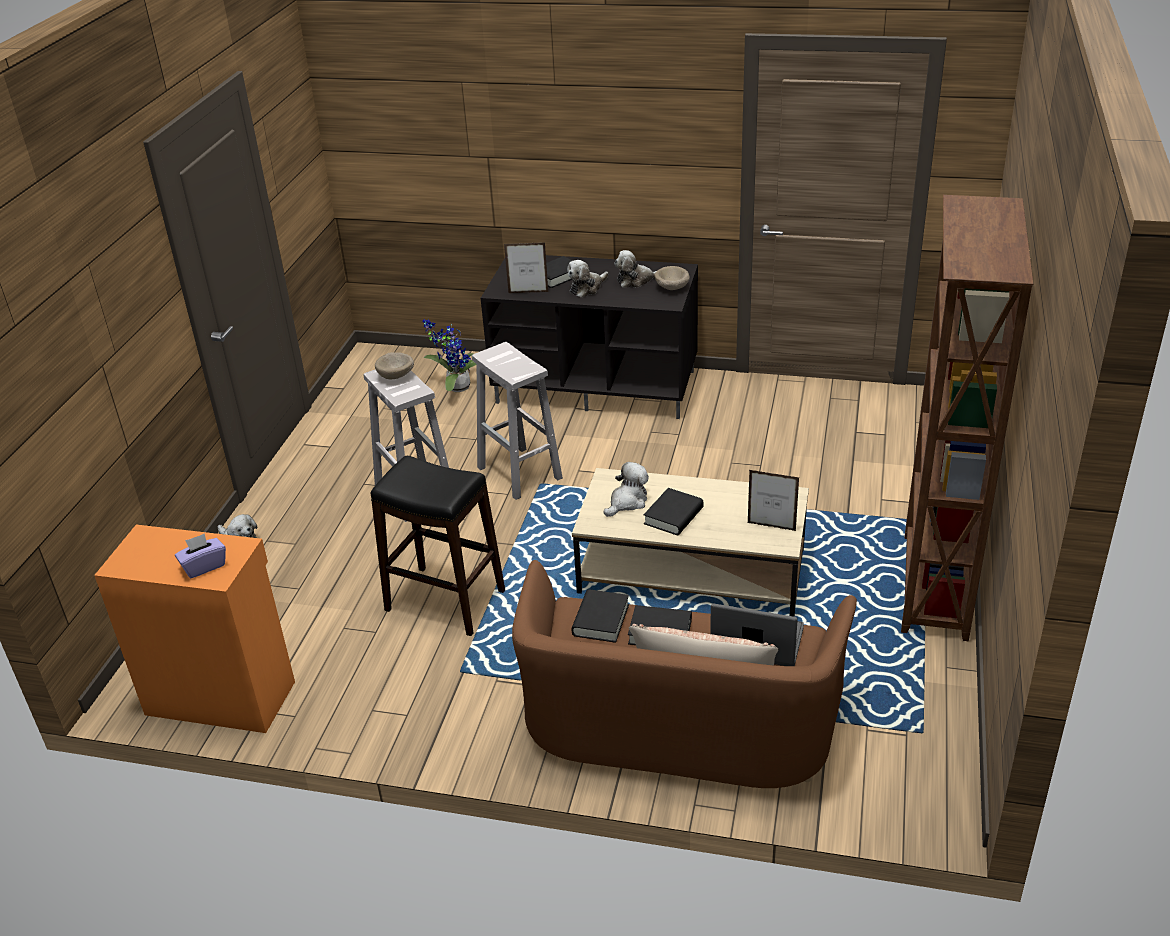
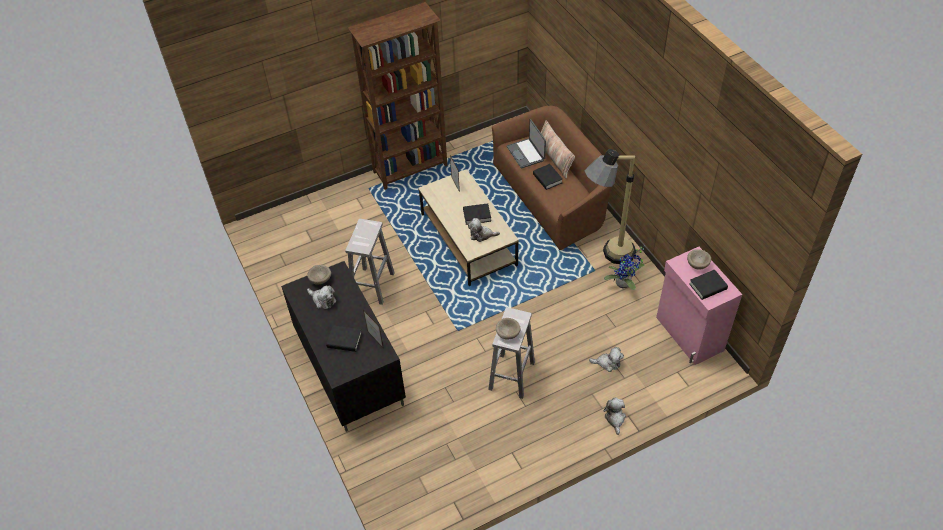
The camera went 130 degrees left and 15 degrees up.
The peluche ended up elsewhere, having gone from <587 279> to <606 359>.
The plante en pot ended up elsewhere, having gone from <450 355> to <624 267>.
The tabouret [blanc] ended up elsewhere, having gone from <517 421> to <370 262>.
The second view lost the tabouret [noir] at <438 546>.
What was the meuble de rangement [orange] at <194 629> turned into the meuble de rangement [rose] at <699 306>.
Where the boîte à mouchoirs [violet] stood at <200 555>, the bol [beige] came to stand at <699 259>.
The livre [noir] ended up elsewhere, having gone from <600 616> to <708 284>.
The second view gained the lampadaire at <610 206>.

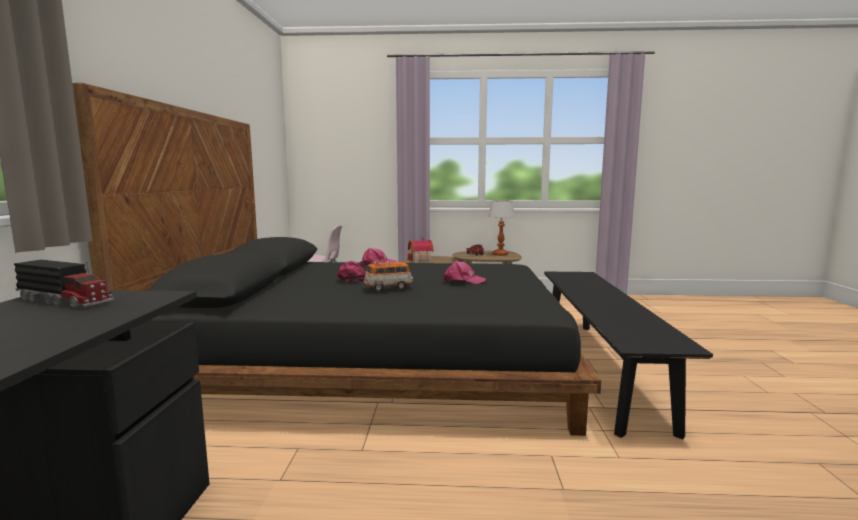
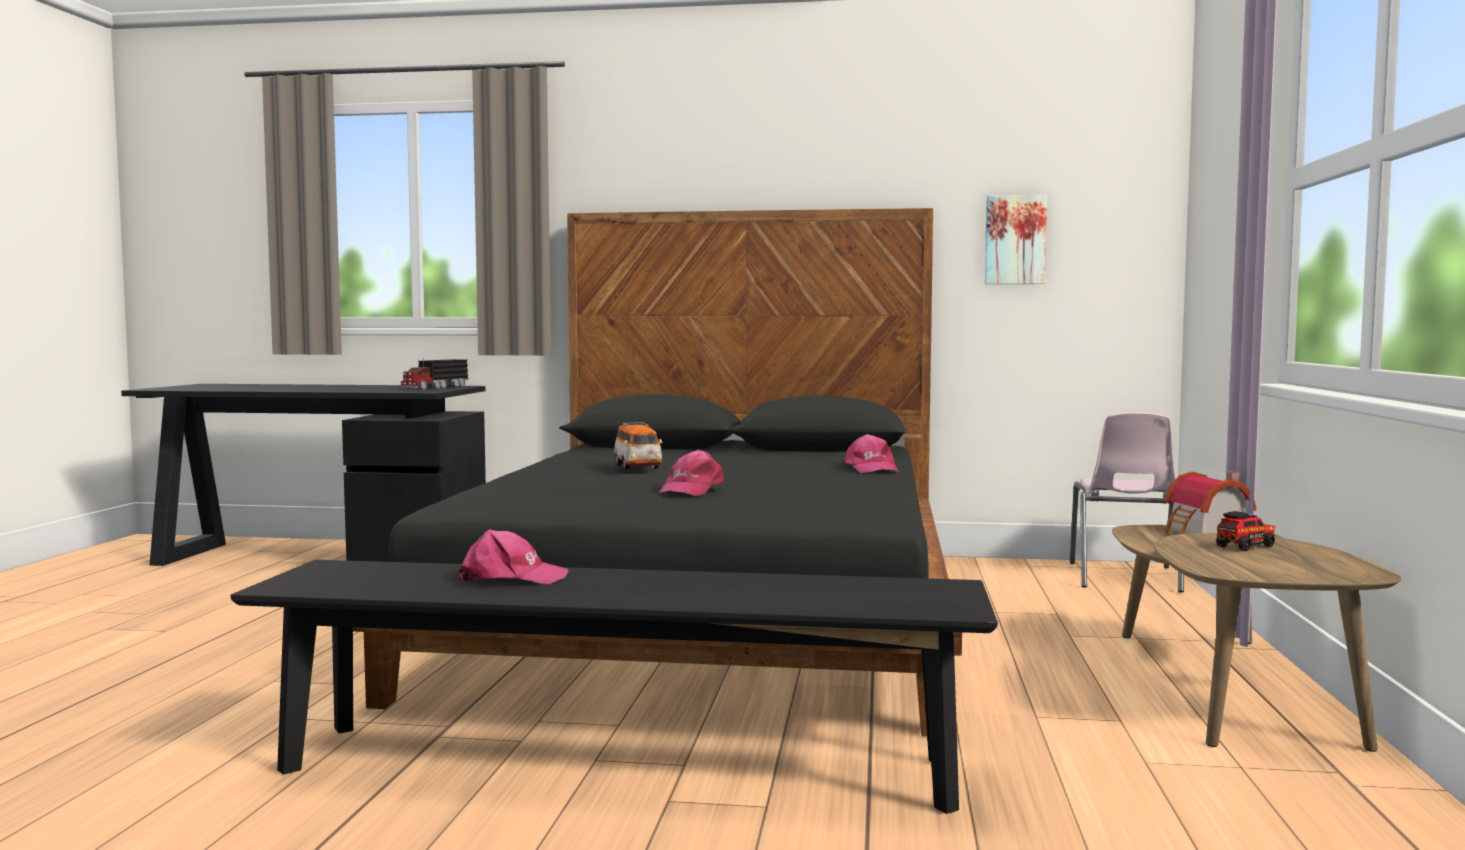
The camera went 95 degrees right and 5 degrees down.
The second view lost the lampe de table at <501 228>.
The casquette [rose] ended up elsewhere, having gone from <350 271> to <513 556>.
The second view gained the tableau at <1016 239>.

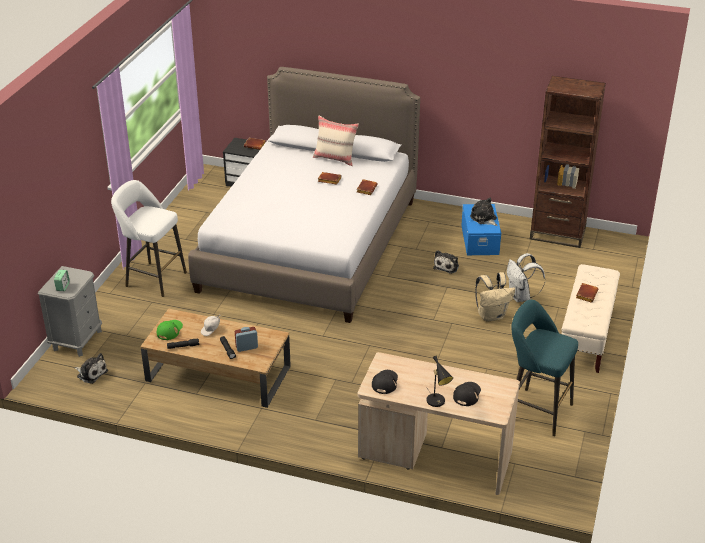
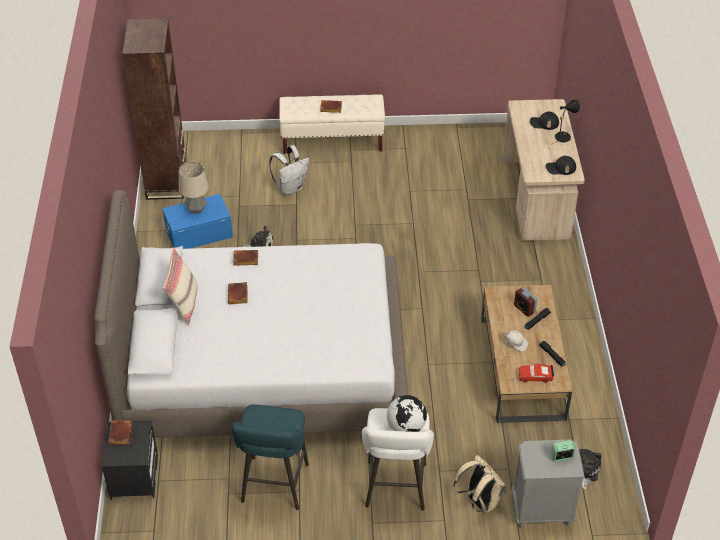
The camera went 110 degrees left and 10 degrees up.
Where the peluche stood at <484 212>, the lampe de table came to stand at <194 187>.
The sac à dos [beige] ended up elsewhere, having gone from <495 297> to <480 484>.
The tabouret [turquoise] ended up elsewhere, having gone from <544 368> to <270 457>.
Where the casquette [vert] stood at <170 330>, the petite voiture [rouge] came to stand at <536 373>.
The second view gained the globe at <407 413>.

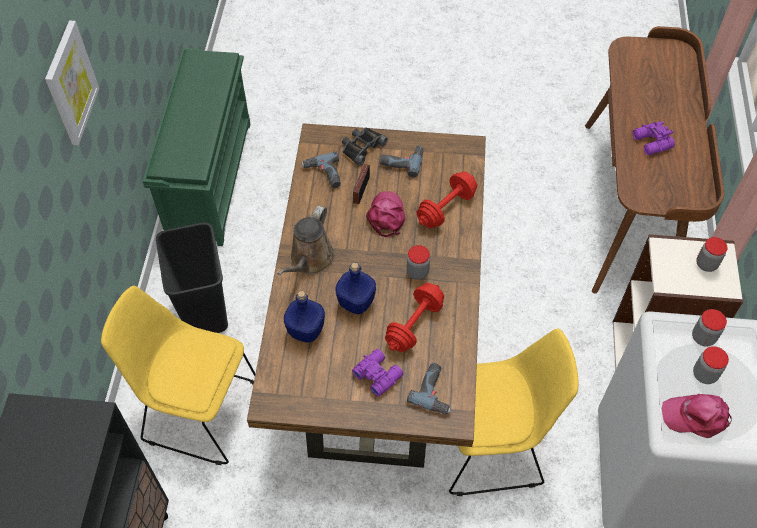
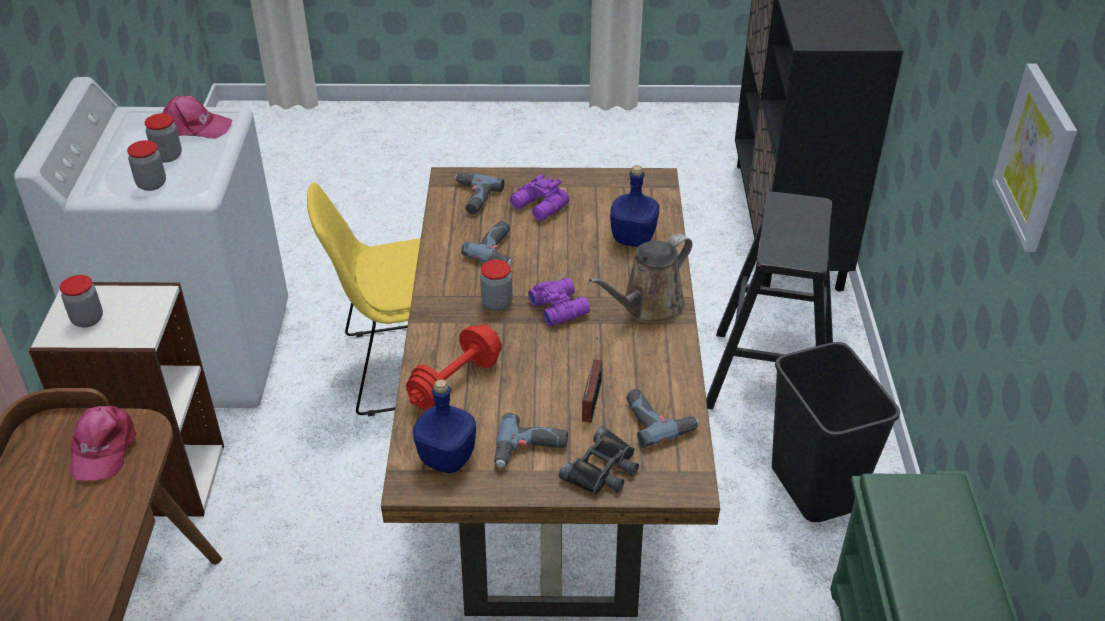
The camera went 175 degrees right and 15 degrees down.
The jumelles [violet] ended up elsewhere, having gone from <654 138> to <559 302>.
The casquette [rose] ended up elsewhere, having gone from <385 214> to <103 443>.
The arrosoir [marron] at <306 240> ended up facing another way, 150 degrees counterclockwise from before.
The bouteille [bleu] ended up elsewhere, having gone from <355 288> to <444 426>.
Where the haltère [rouge] stood at <414 317>, the perceuse came to stand at <486 243>.
Where the chaise [jaune] stood at <178 375>, the tabouret [noir] came to stand at <769 300>.

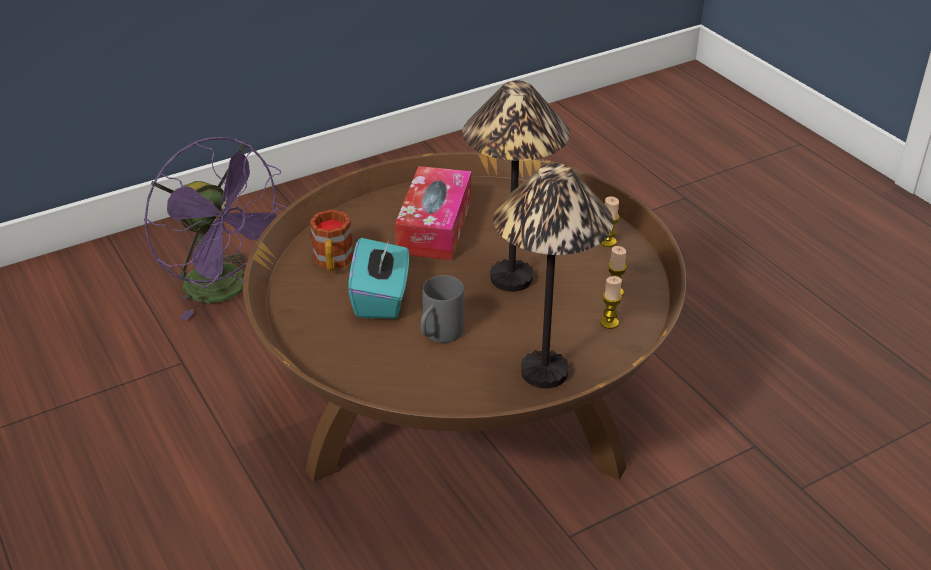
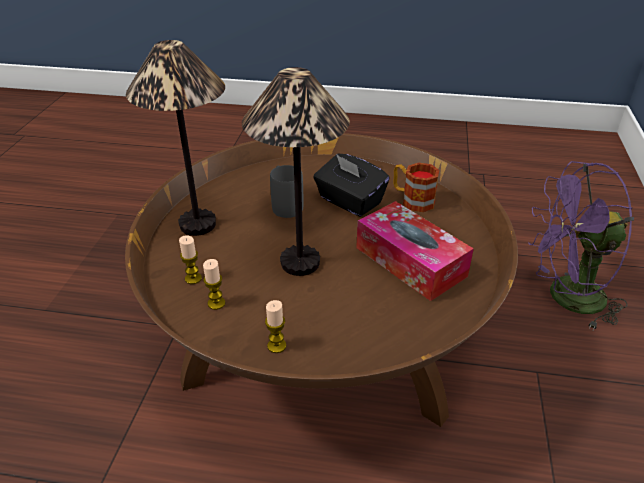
The camera went 130 degrees right and 0 degrees up.
What was the boîte à mouchoirs [turquoise] at <378 278> turned into the boîte à mouchoirs [noir] at <351 185>.

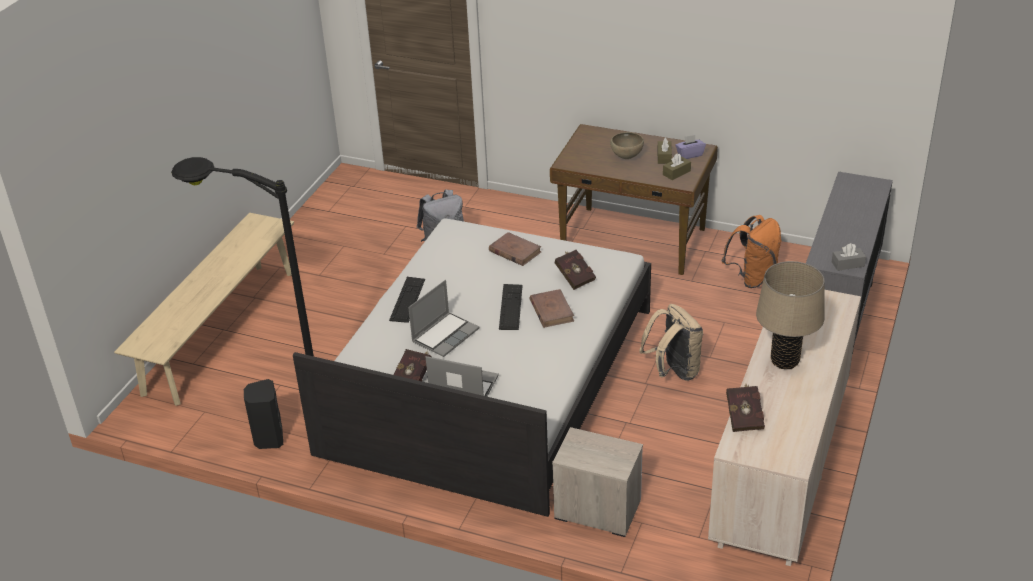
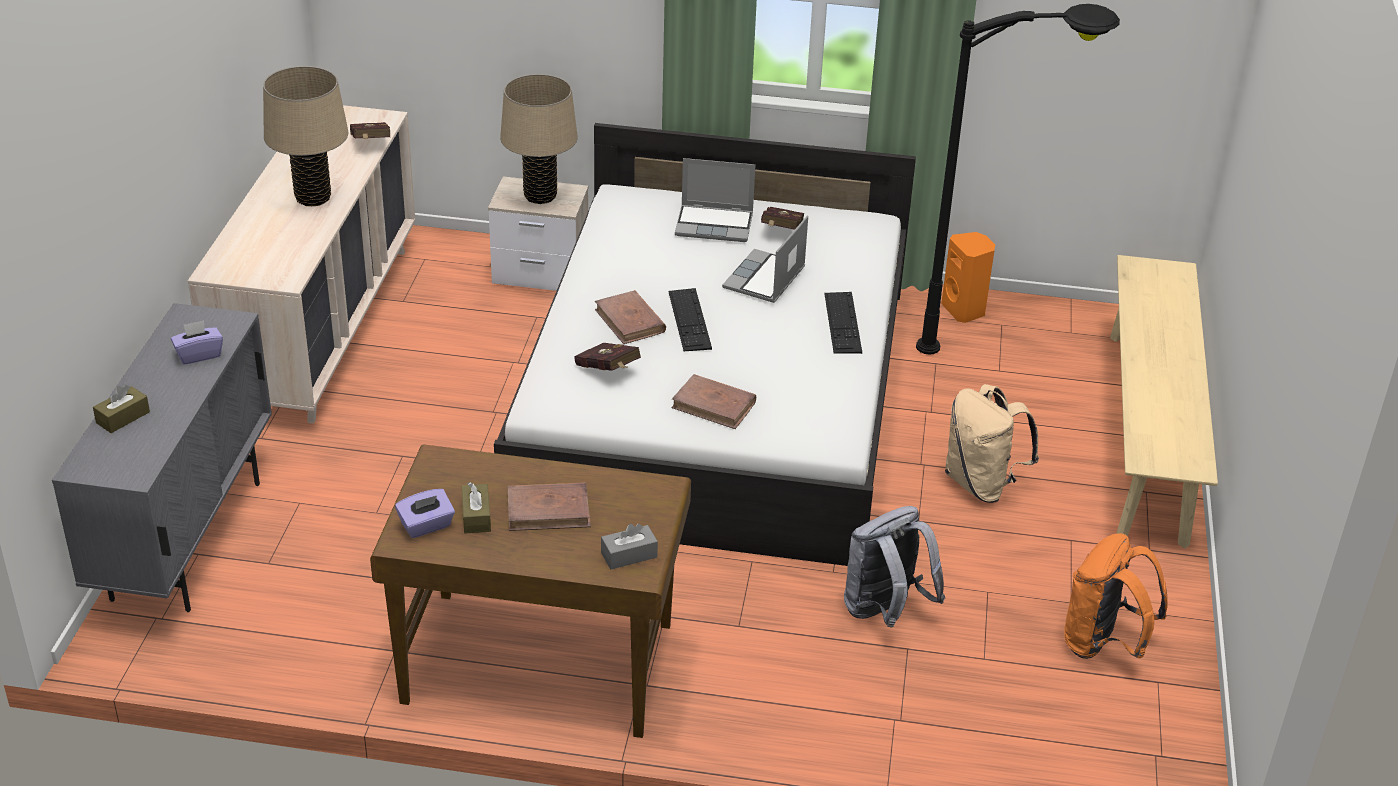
The camera went 165 degrees right and 0 degrees up.
Where the bol [marron] stood at <627 145>, the livre [marron] came to stand at <549 506>.
The boîte à mouchoirs [marron] ended up elsewhere, having gone from <677 166> to <121 408>.
The sac à dos [orange] ended up elsewhere, having gone from <751 251> to <1116 596>.
The boîte à mouchoirs [gris] ended up elsewhere, having gone from <849 257> to <629 547>.
The sac à dos [beige] ended up elsewhere, having gone from <671 342> to <992 443>.
What was the enceinte [noir] at <263 414> turned into the enceinte [orange] at <968 277>.
The second view gained the lampe de table [beige] at <539 139>.
The second view gained the boîte à mouchoirs [violet] at <197 342>.

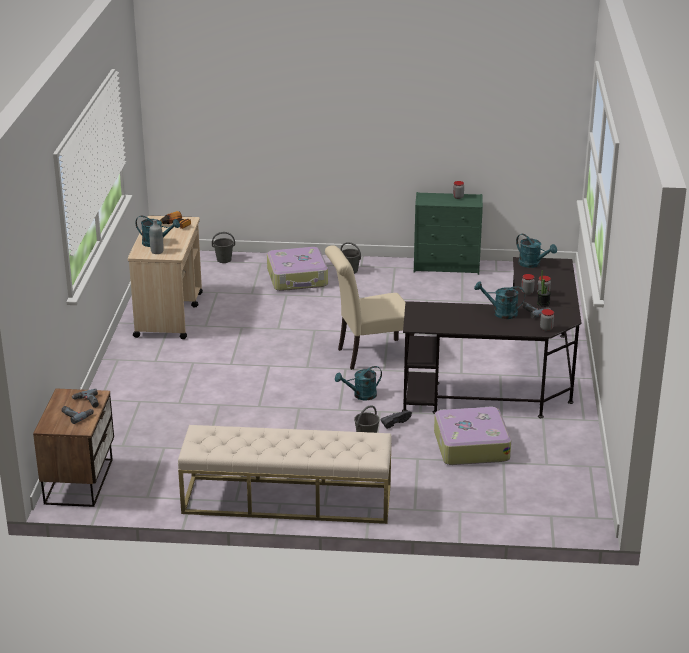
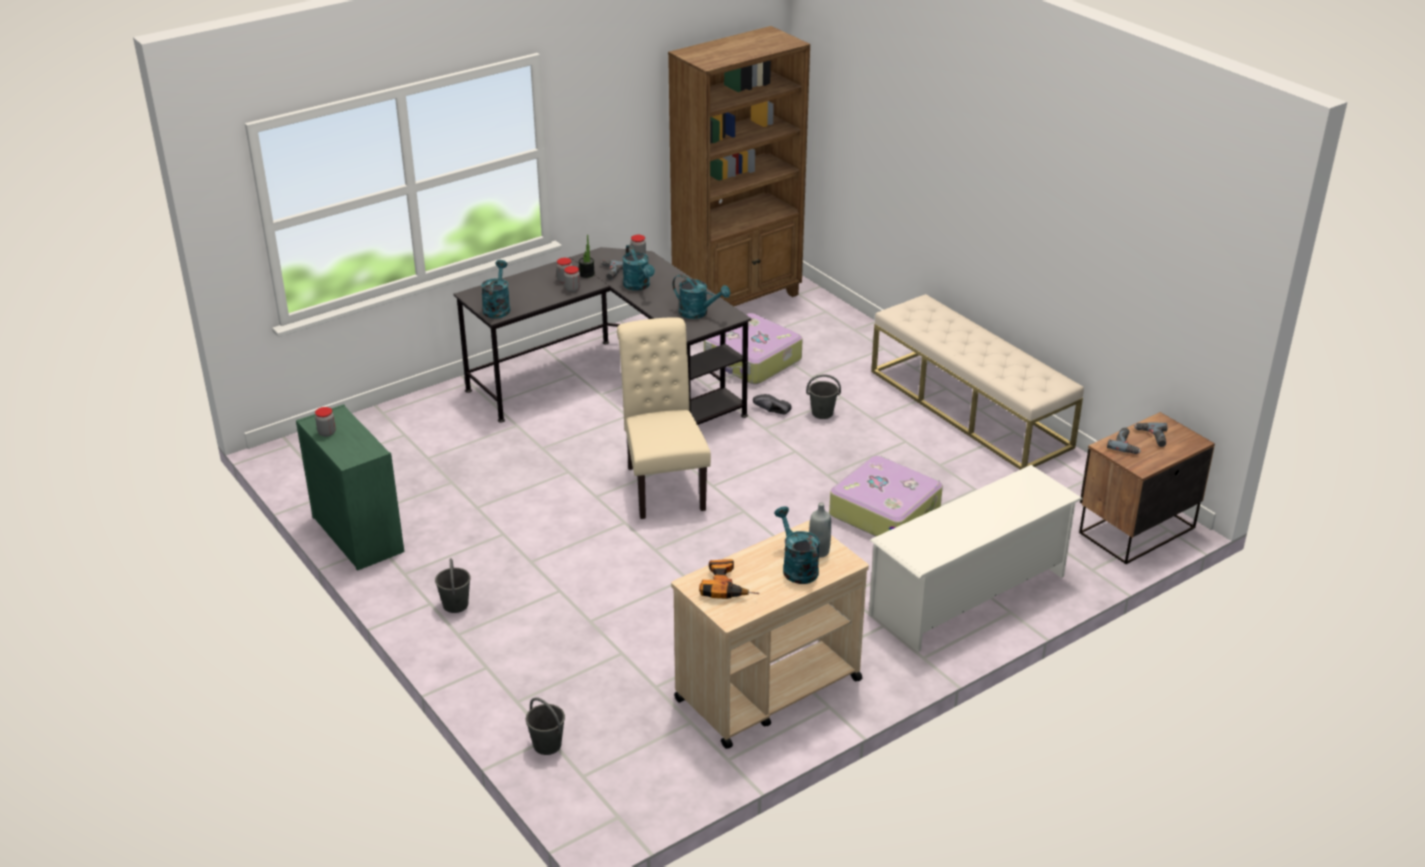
The camera went 130 degrees left and 5 degrees up.
The chaise [beige] at <369 307> ended up facing another way, 135 degrees counterclockwise from before.
The valise ended up elsewhere, having gone from <297 269> to <886 496>.
The arrosoir [turquoise] ended up elsewhere, having gone from <358 383> to <701 296>.
The second view gained the bibliothèque [marron] at <739 166>.
The second view gained the étagère à chaussures [blanc] at <976 558>.

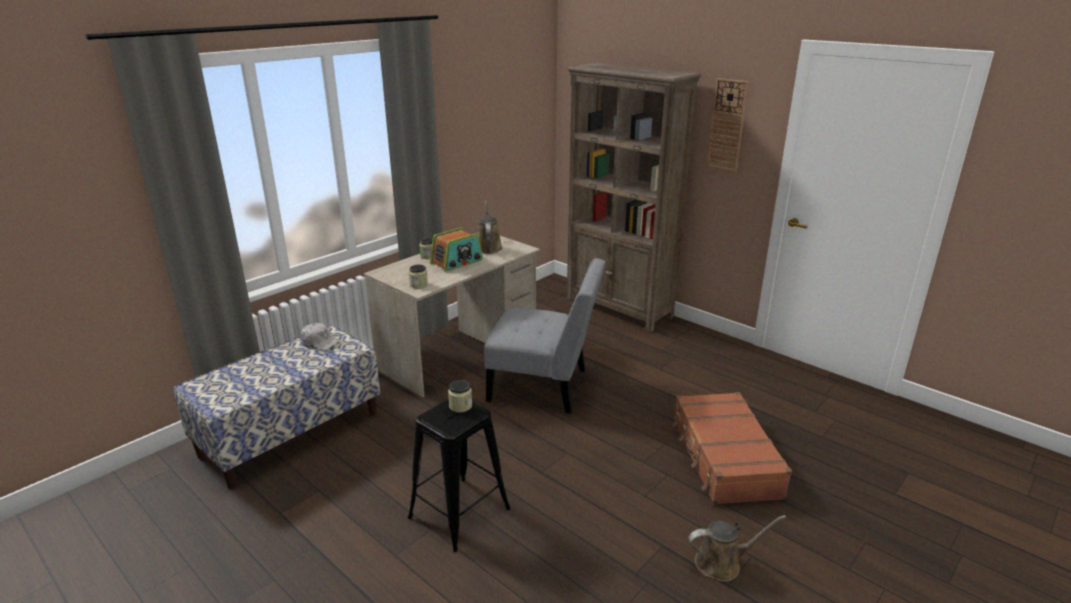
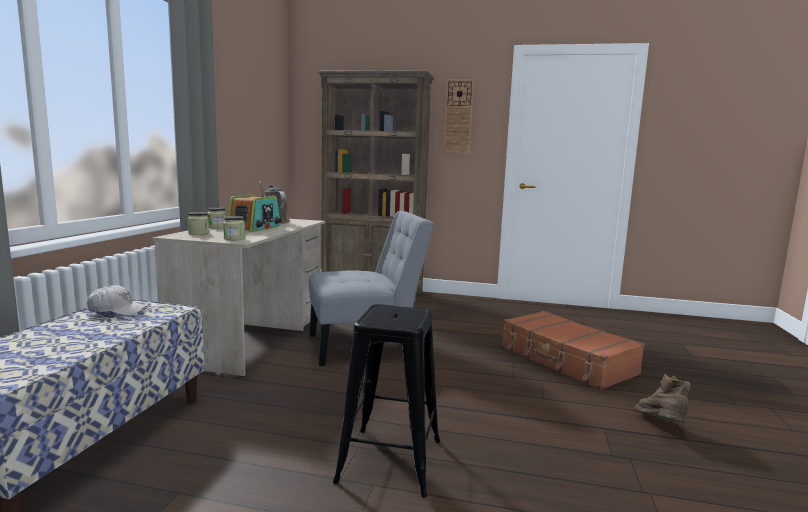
The camera went 30 degrees left and 15 degrees down.
The bocal ended up elsewhere, having gone from <460 396> to <198 223>.
Where the arrosoir [marron] stood at <737 548>, the botte [marron] came to stand at <663 399>.

